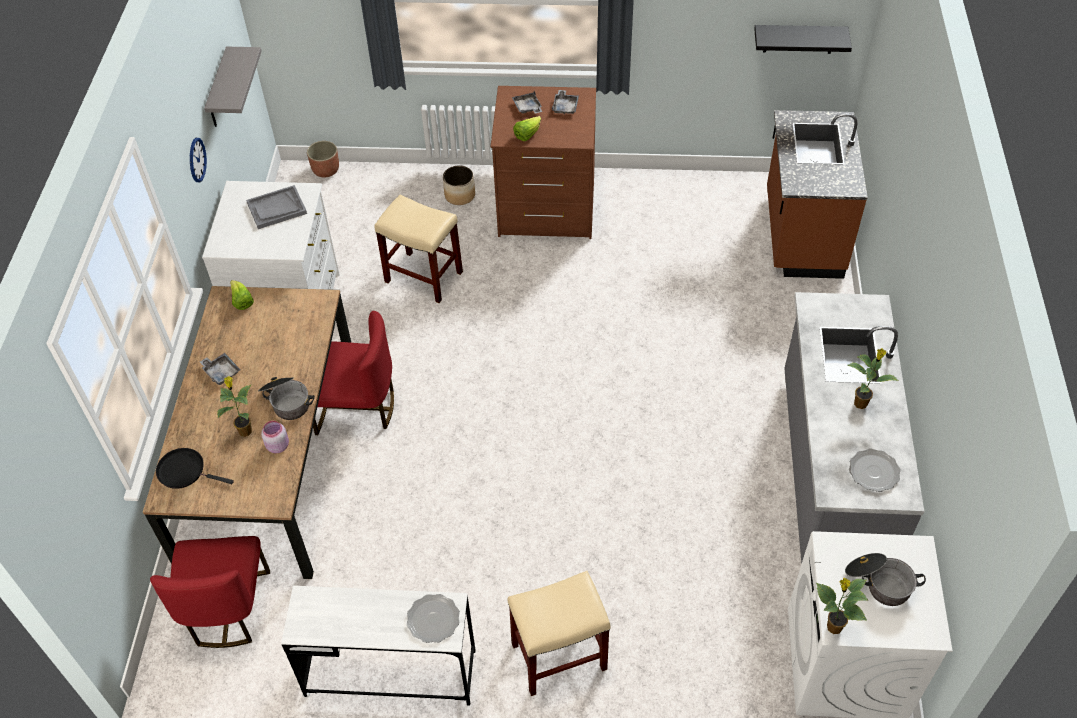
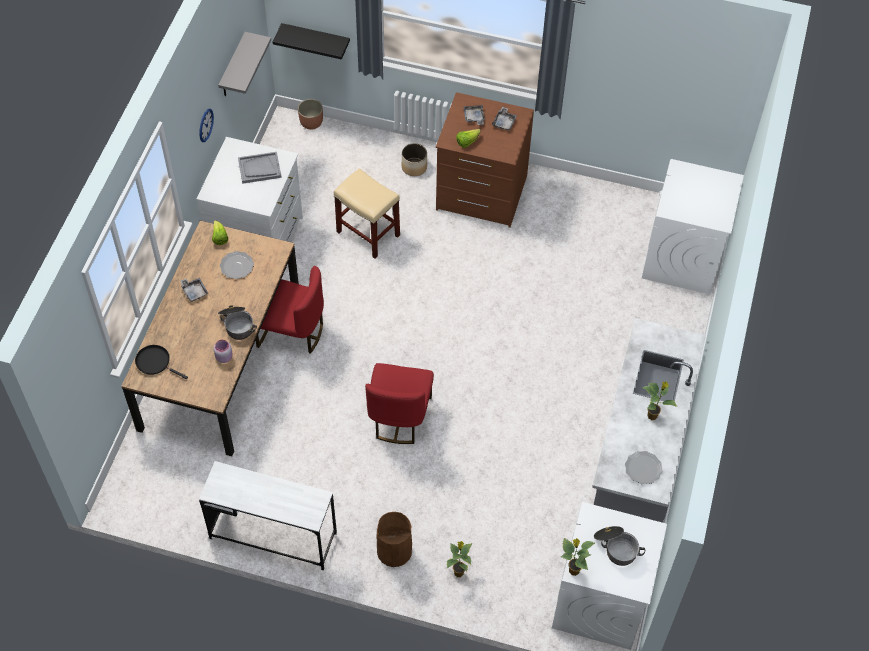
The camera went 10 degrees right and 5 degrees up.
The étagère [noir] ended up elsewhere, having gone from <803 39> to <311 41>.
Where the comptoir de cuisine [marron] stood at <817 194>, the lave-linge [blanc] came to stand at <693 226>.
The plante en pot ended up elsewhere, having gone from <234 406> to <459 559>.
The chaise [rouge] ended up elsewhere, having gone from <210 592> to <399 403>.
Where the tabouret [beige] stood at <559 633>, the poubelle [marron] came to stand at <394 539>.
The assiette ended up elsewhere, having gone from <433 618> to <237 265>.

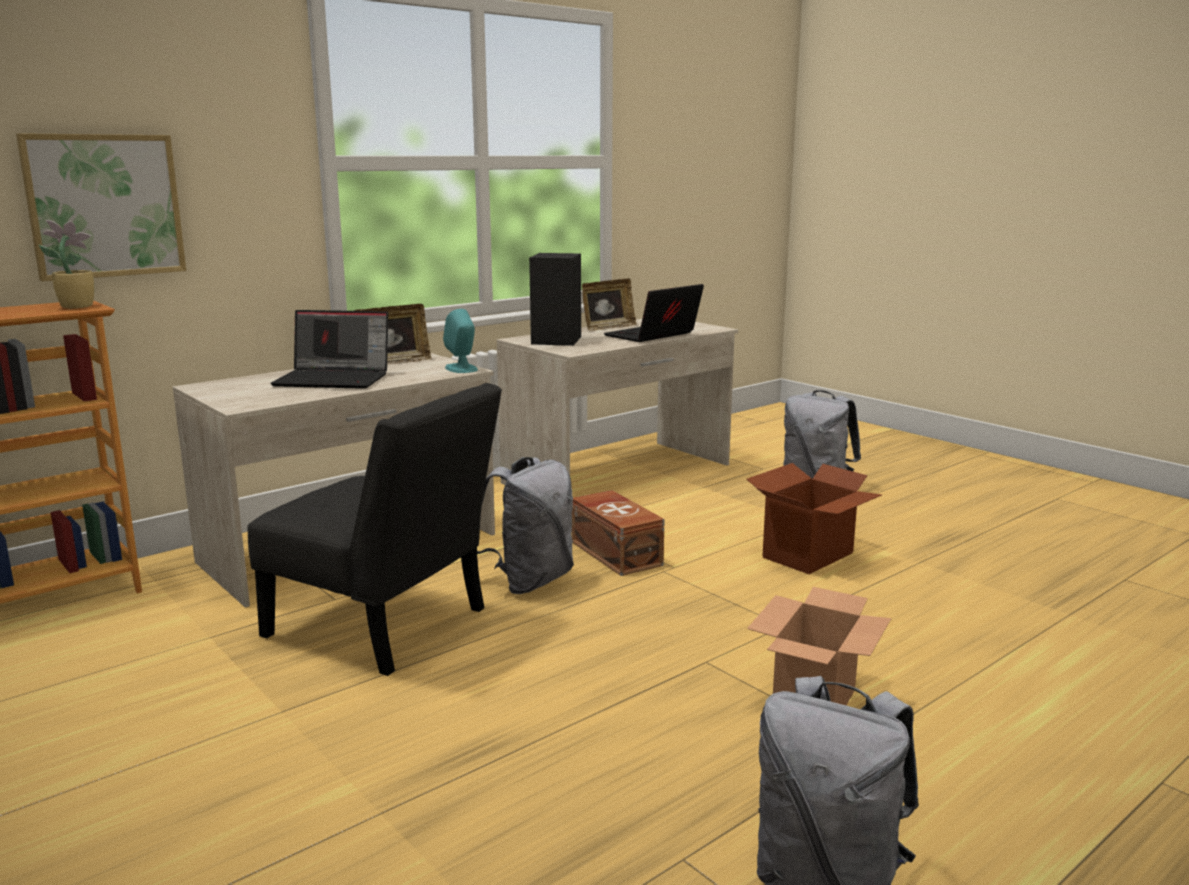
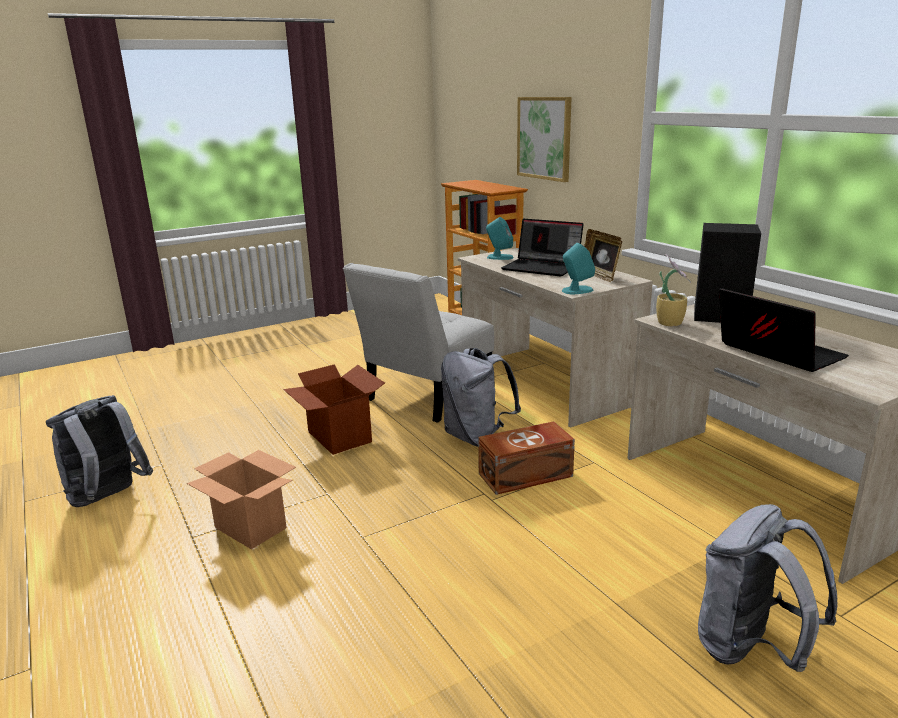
The camera went 100 degrees right and 5 degrees up.
The plante en pot ended up elsewhere, having gone from <66 264> to <673 290>.
The second view lost the cadre photo at <609 305>.
The ordinateur portable at <329 349> ended up facing another way, 75 degrees counterclockwise from before.
What was the chaise [noir] at <374 529> turned into the chaise [blanc] at <418 343>.
The carton ended up elsewhere, having gone from <814 518> to <334 409>.
The second view gained the enceinte [turquoise] at <500 238>.

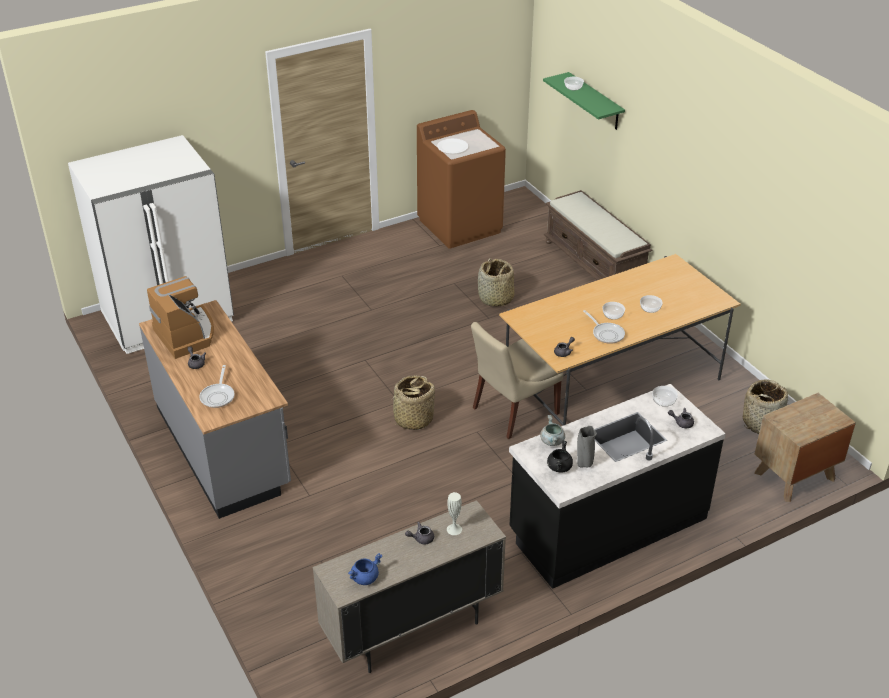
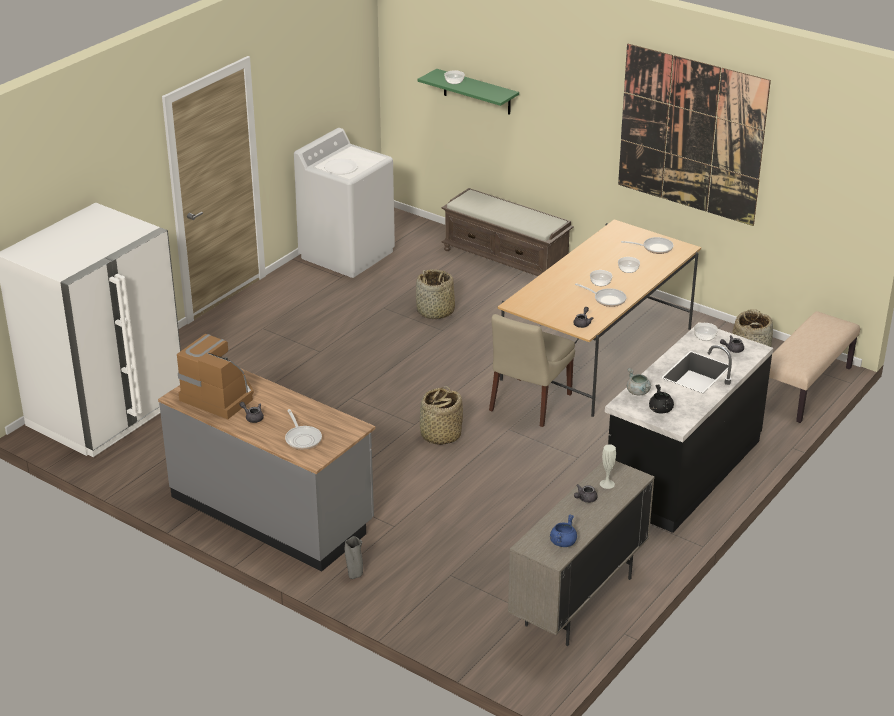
The camera went 25 degrees left and 5 degrees down.
What was the lave-linge [marron] at <461 179> turned into the lave-linge [blanc] at <344 203>.
Where the table de chevet [marron] stood at <805 447>, the banc [beige] came to stand at <814 367>.
The vase [gris] ended up elsewhere, having gone from <587 446> to <354 557>.
The second view gained the tableau at <694 135>.
The second view gained the poêle at <647 245>.

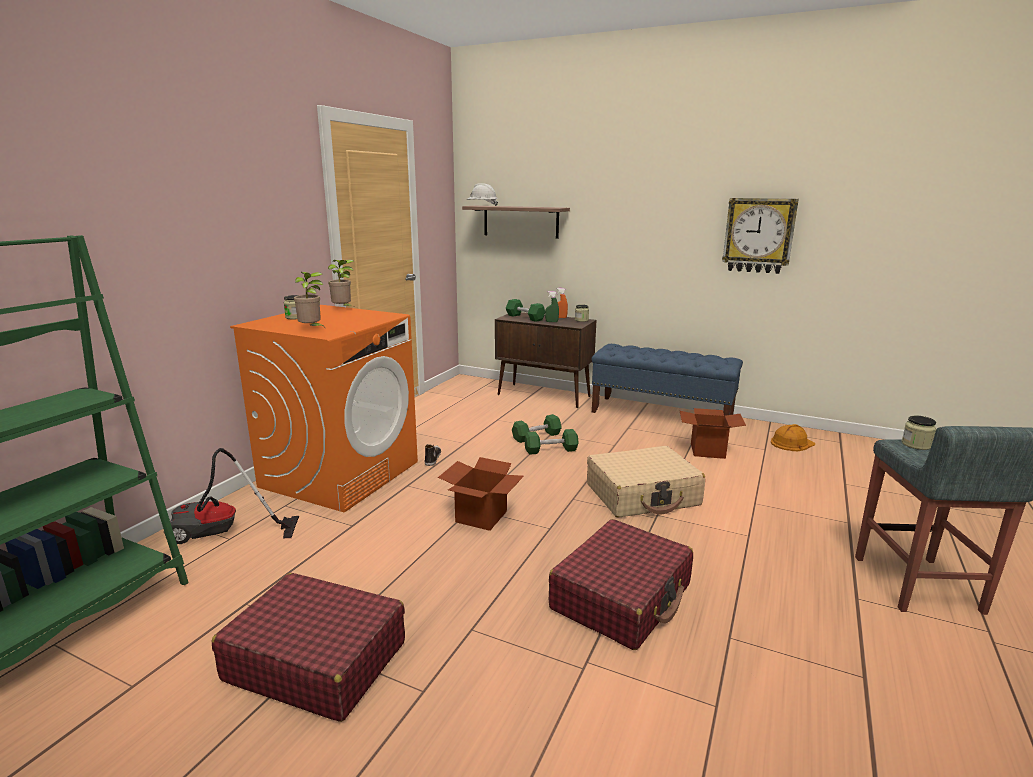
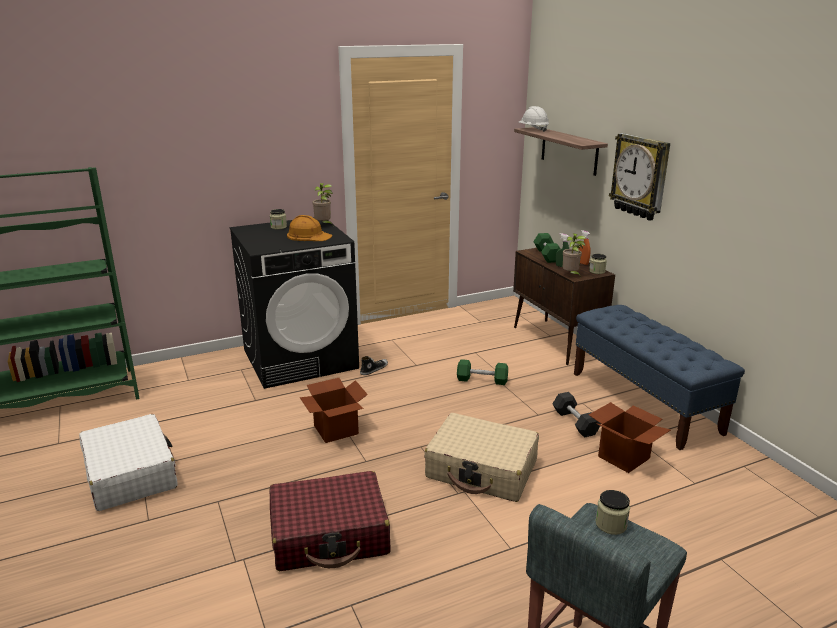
The camera went 40 degrees right and 5 degrees up.
The horloge murale ended up elsewhere, having gone from <760 236> to <639 177>.
The plante en pot ended up elsewhere, having gone from <310 300> to <574 255>.
What was the lave-linge [orange] at <324 408> turned into the lave-linge [noir] at <294 303>.
The casque de chantier [orange] ended up elsewhere, having gone from <793 437> to <310 228>.
The second view lost the haltère [vert] at <551 442>.
The second view lost the aspirateur at <231 496>.
What was the valise [rouge] at <308 647> turned into the valise [blanc] at <128 462>.
The second view gained the haltère [noir] at <577 415>.

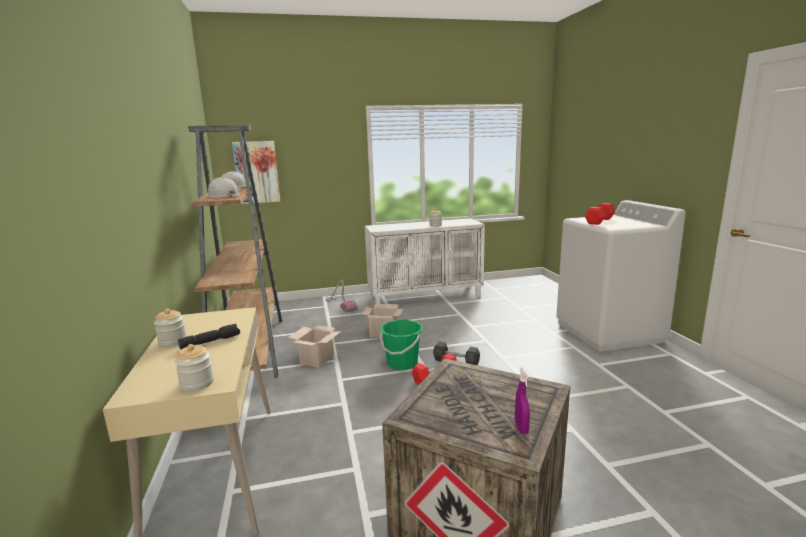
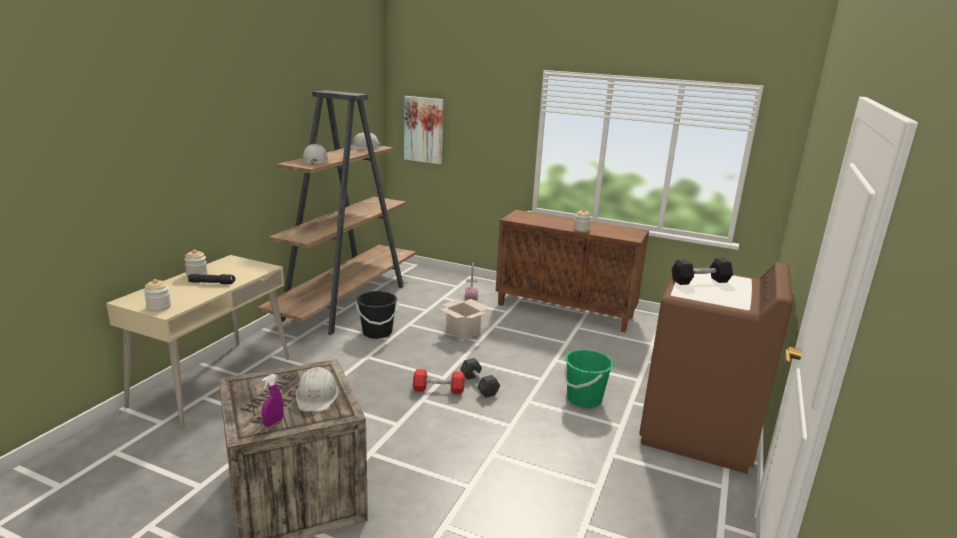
The camera went 35 degrees right and 5 degrees up.
What was the lave-linge [blanc] at <621 276> turned into the lave-linge [marron] at <716 368>.
What was the haltère [rouge] at <600 214> turned into the haltère [noir] at <702 271>.
What was the meuble de rangement [blanc] at <425 261> turned into the meuble de rangement [marron] at <572 271>.
The seau [vert] ended up elsewhere, having gone from <401 345> to <588 378>.
Where the carton stood at <314 346>, the seau [noir] came to stand at <377 315>.
The second view gained the casque de chantier [blanc] at <317 389>.

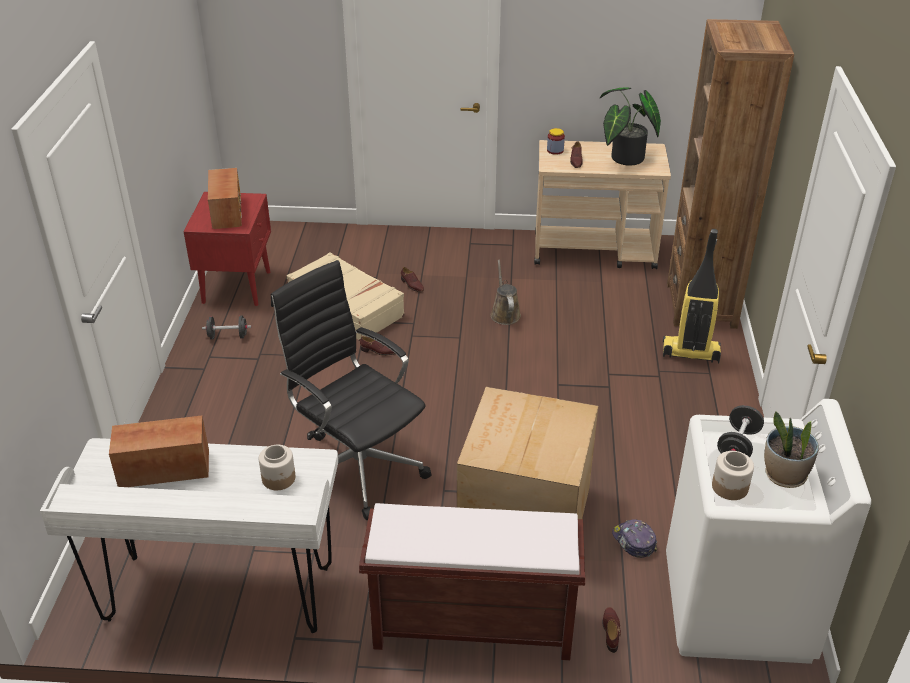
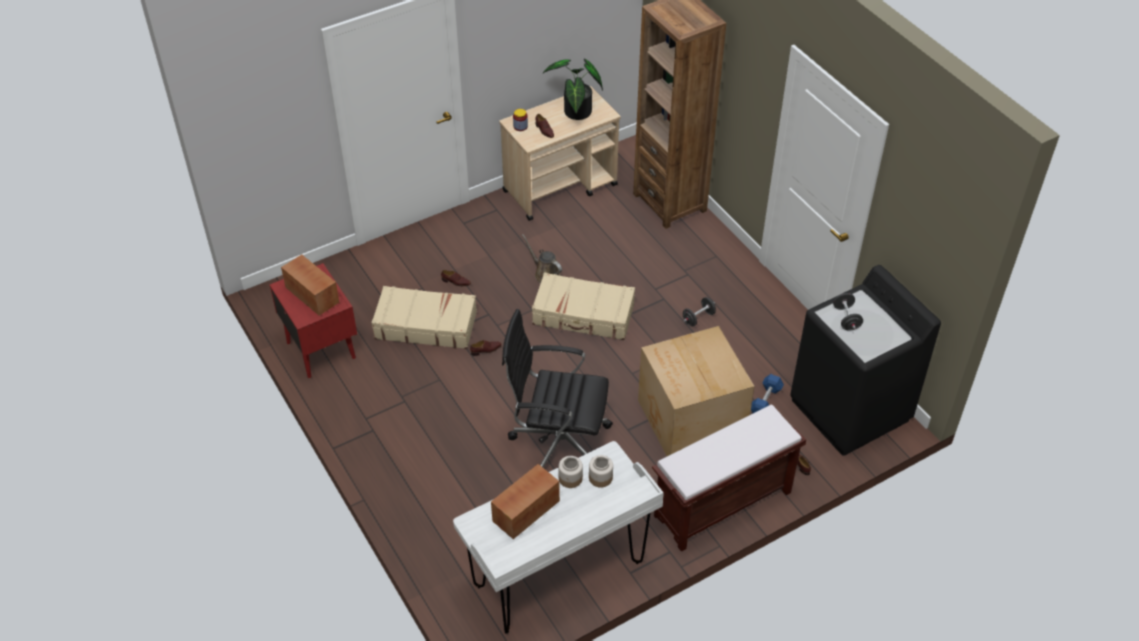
The camera went 35 degrees left and 10 degrees up.
The second view lost the aspirateur at <692 296>.
The haltère [noir] ended up elsewhere, having gone from <226 327> to <699 311>.
What was the lave-linge [blanc] at <768 531> turned into the lave-linge [noir] at <865 360>.
The second view lost the plante en pot at <791 450>.
The bocal ended up elsewhere, having gone from <733 475> to <570 472>.
Where the casquette stood at <634 538>, the haltère [bleu] came to stand at <767 393>.
The second view gained the valise [beige] at <583 306>.

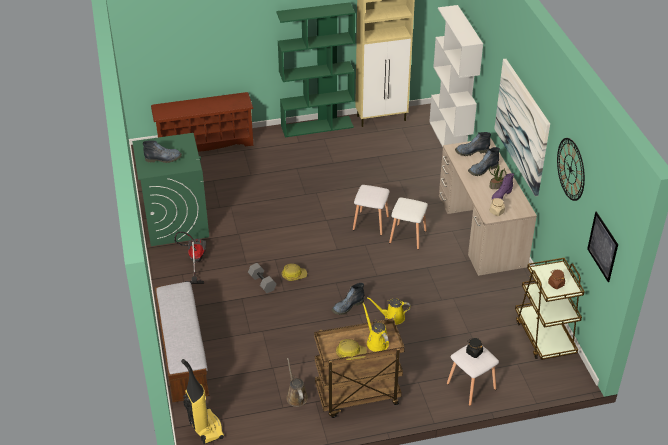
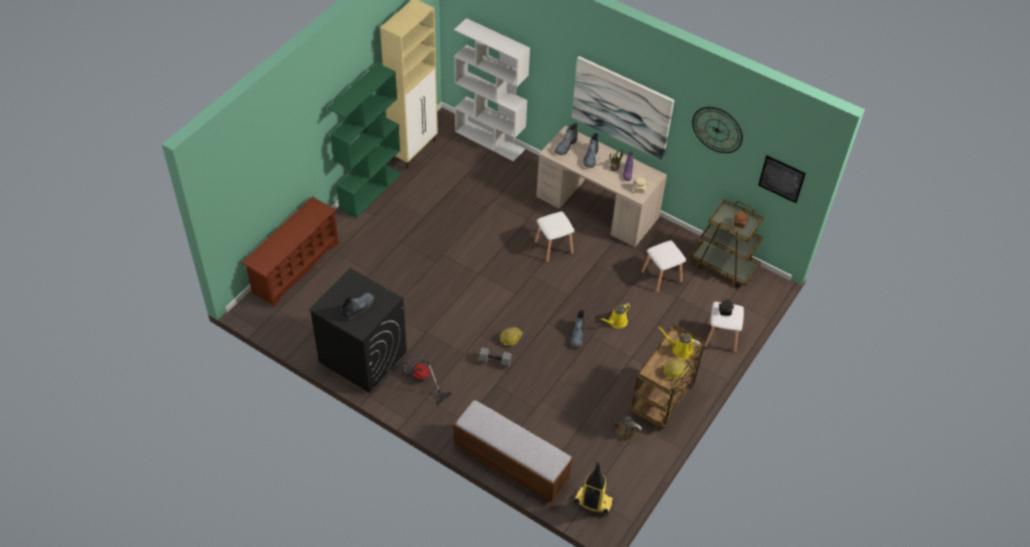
The camera went 45 degrees left and 10 degrees up.
What was the lave-linge [vert] at <170 189> turned into the lave-linge [noir] at <358 330>.
The tabouret [blanc] ended up elsewhere, having gone from <371 210> to <664 266>.

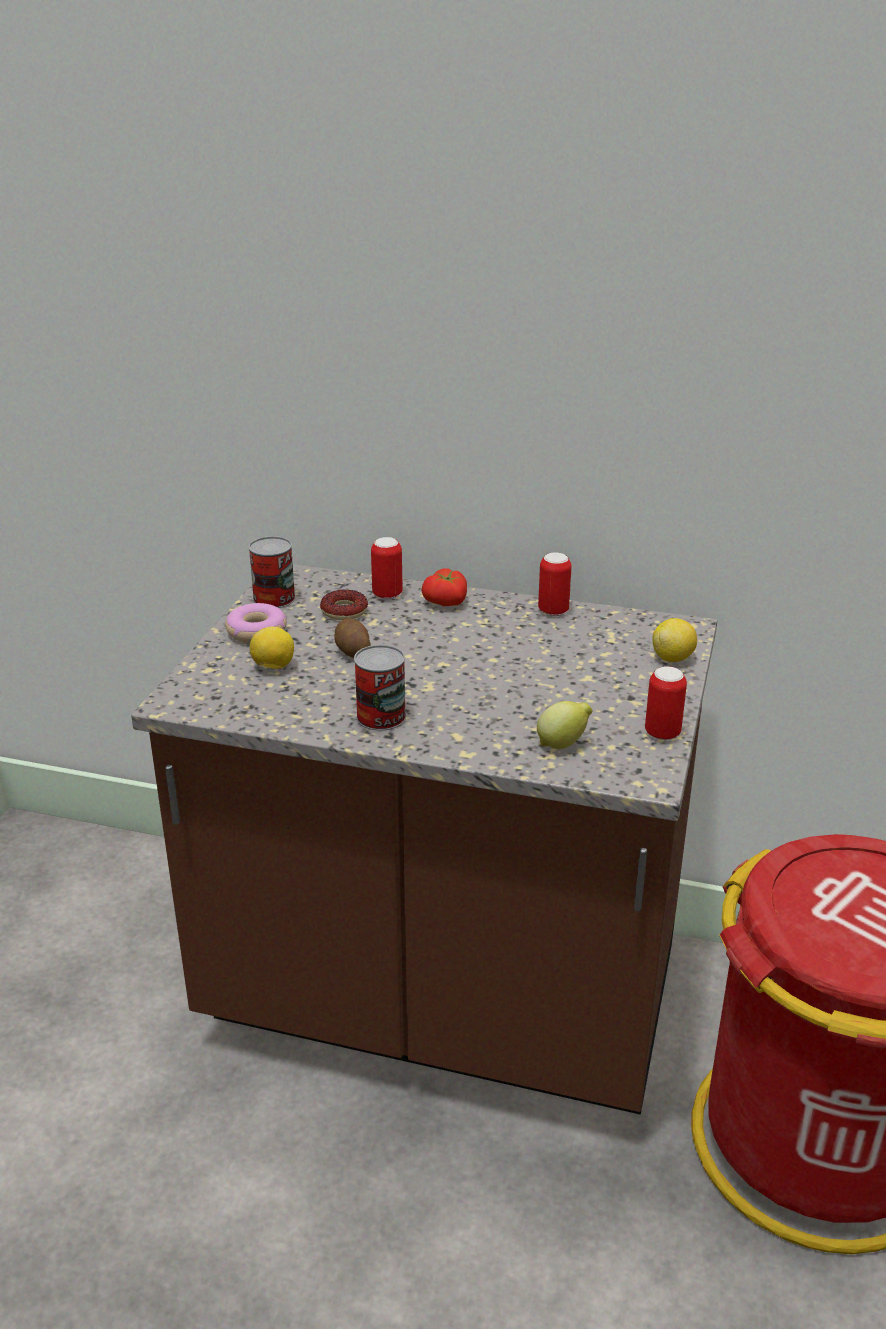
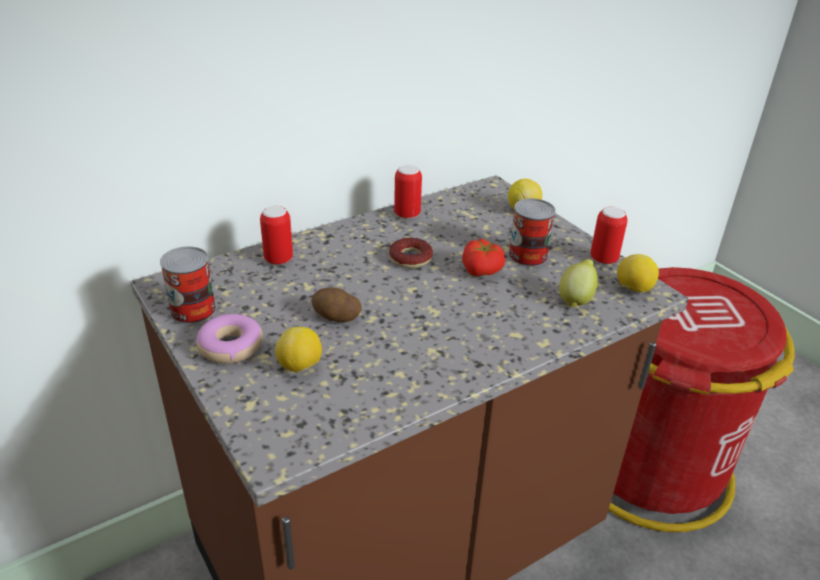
The camera went 50 degrees left and 5 degrees up.
The tomate ended up elsewhere, having gone from <444 587> to <484 257>.
The beignet ended up elsewhere, having gone from <344 604> to <411 252>.
The boîte métallique ended up elsewhere, having gone from <380 688> to <532 232>.
The second view gained the citron at <638 273>.

